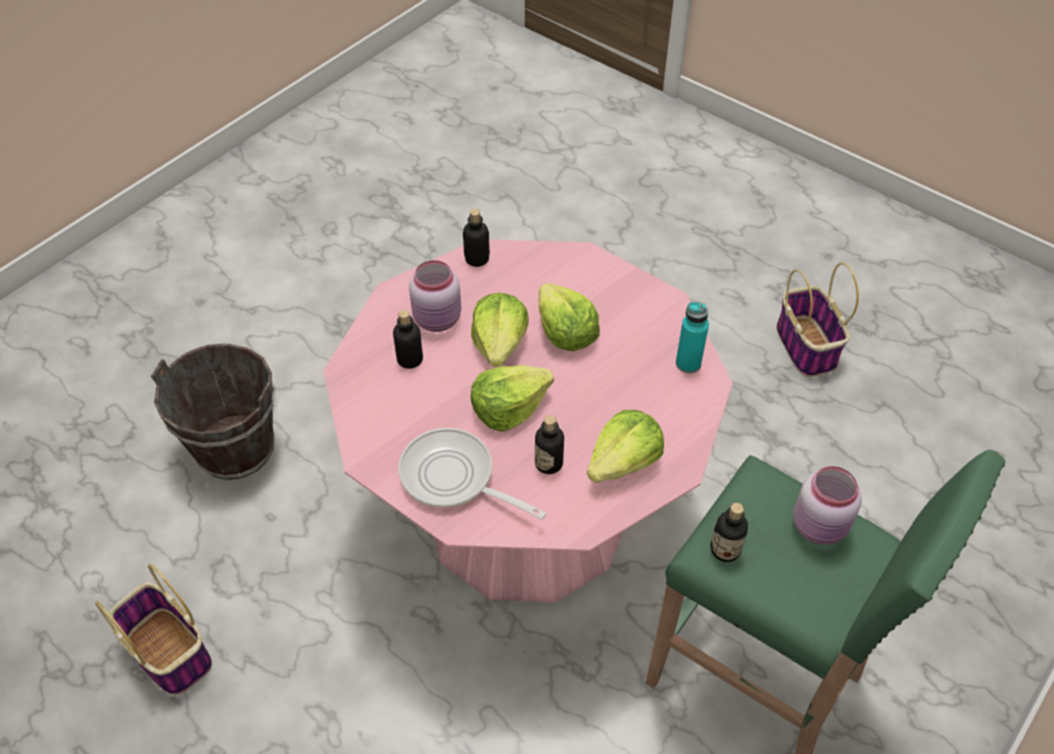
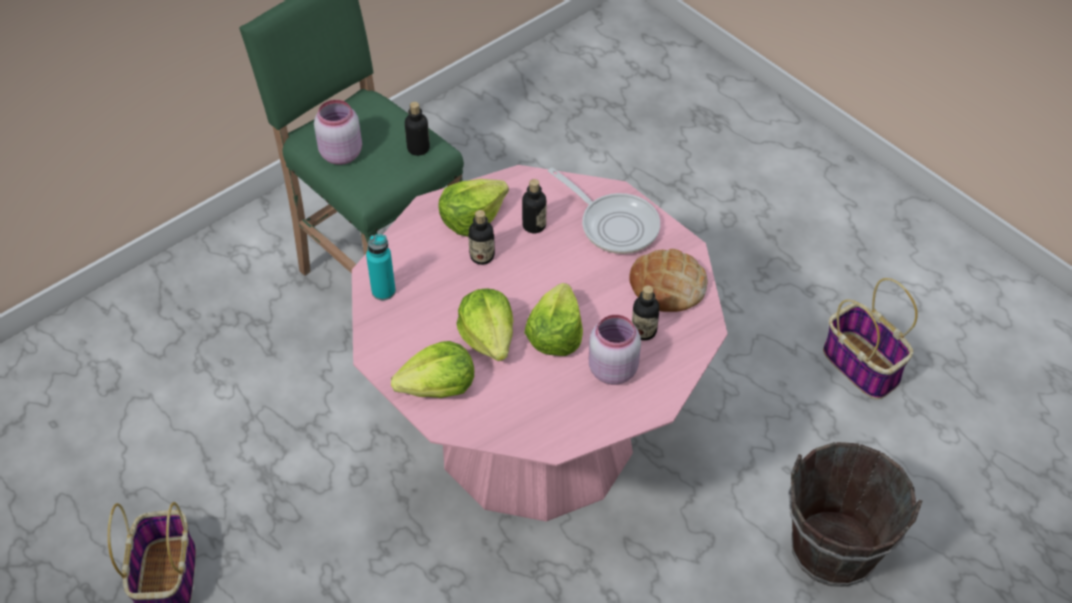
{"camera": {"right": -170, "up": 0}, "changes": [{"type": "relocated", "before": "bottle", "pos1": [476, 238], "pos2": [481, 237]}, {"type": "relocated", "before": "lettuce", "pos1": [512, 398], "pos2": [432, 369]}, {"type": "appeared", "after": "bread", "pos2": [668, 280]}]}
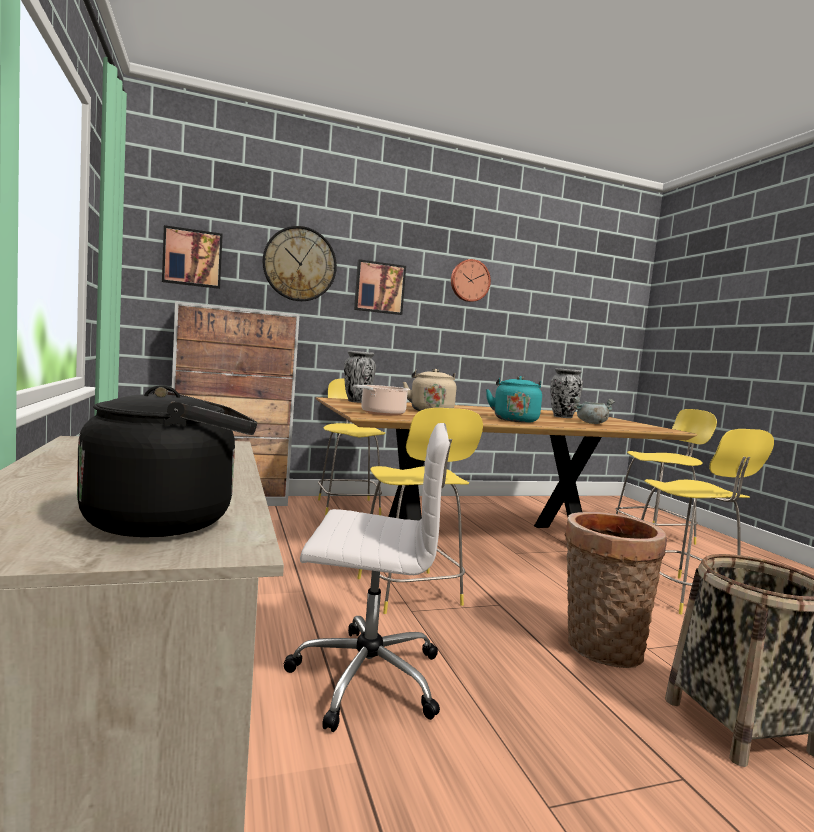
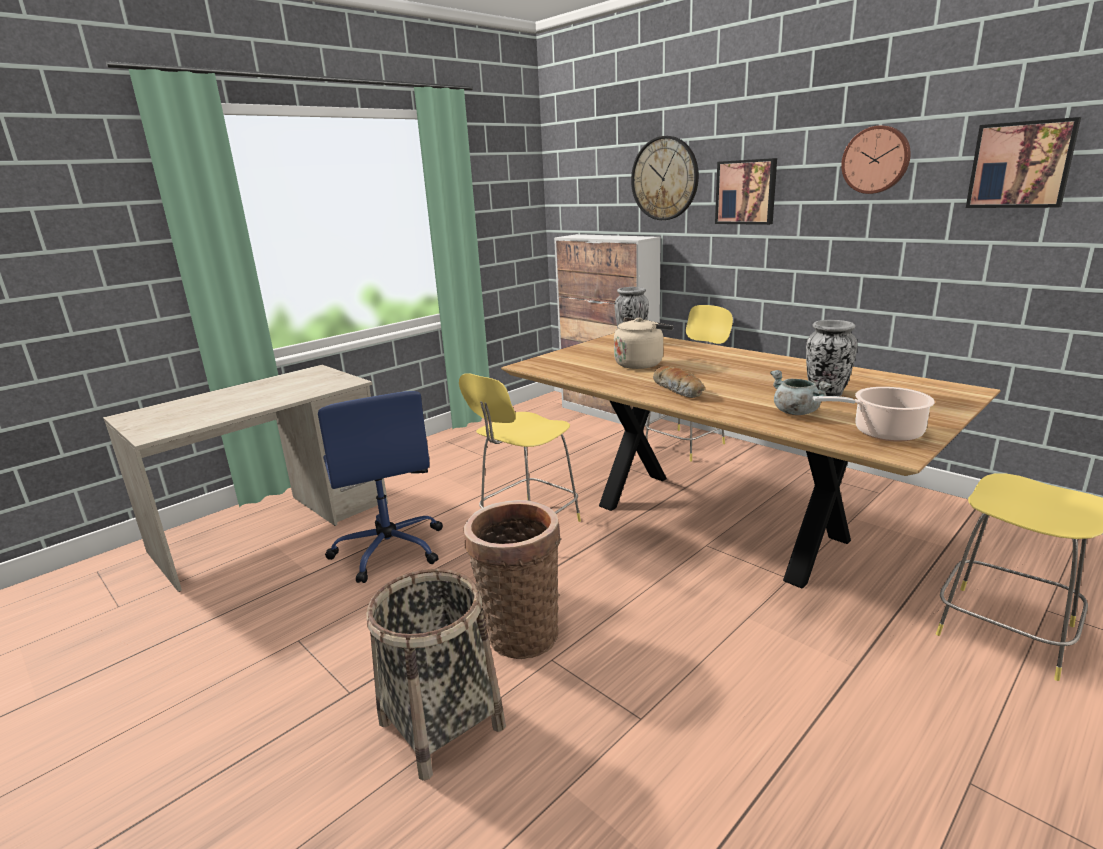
{"camera": {"right": 65, "up": 15}, "changes": [{"type": "missing", "before": "black kettle", "pos1": [167, 461]}, {"type": "relocated", "before": "picture", "pos1": [192, 257], "pos2": [1023, 162]}, {"type": "colour", "before": "white office chair", "after": "blue office chair", "pos1": [366, 577], "pos2": [380, 487]}, {"type": "relocated", "before": "cooking pot", "pos1": [381, 400], "pos2": [874, 414]}, {"type": "exchanged", "before": "turquoise kettle", "after": "bread", "pos1": [514, 399], "pos2": [679, 382]}, {"type": "missing", "before": "yellow stool", "pos1": [707, 522]}]}
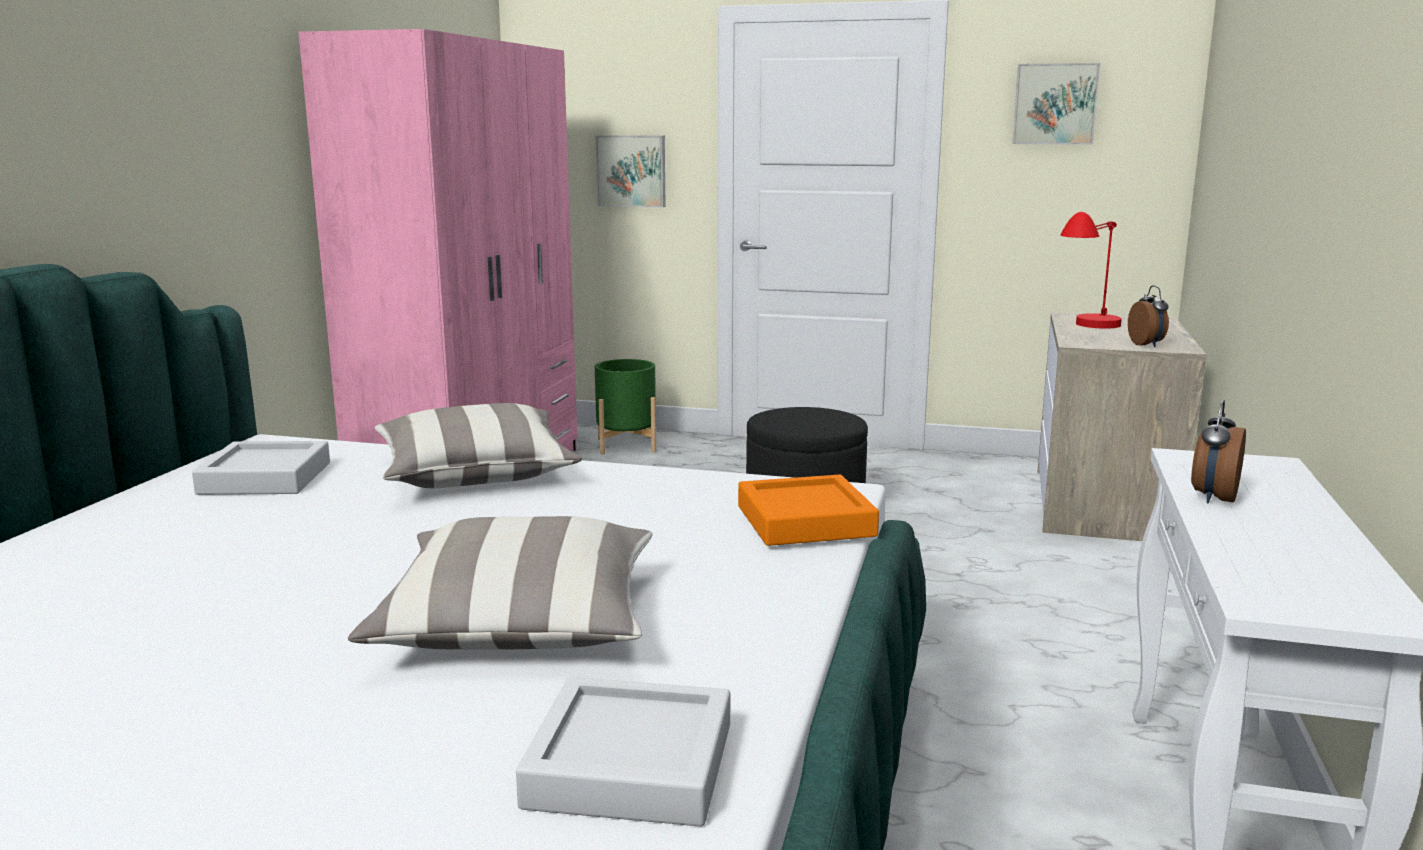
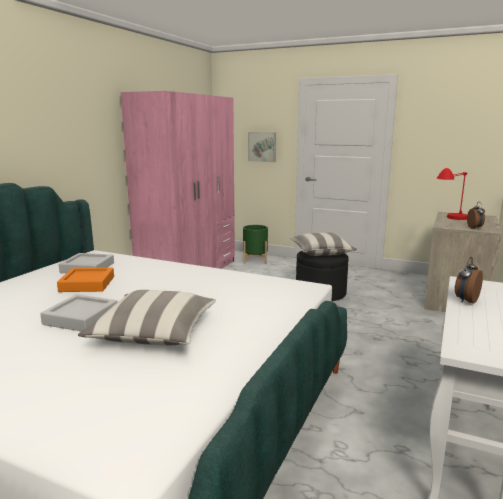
{"camera": {"right": 10, "up": 0}, "changes": [{"type": "relocated", "before": "pillow", "pos1": [478, 445], "pos2": [323, 244]}, {"type": "relocated", "before": "grey tray", "pos1": [623, 752], "pos2": [78, 312]}, {"type": "relocated", "before": "orange tray", "pos1": [808, 510], "pos2": [85, 280]}, {"type": "missing", "before": "picture", "pos1": [1056, 104]}]}
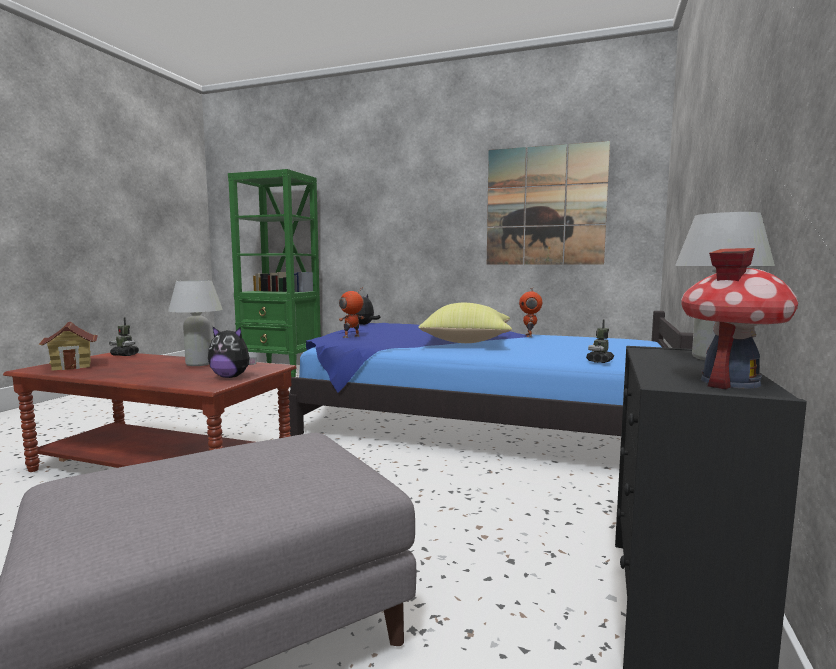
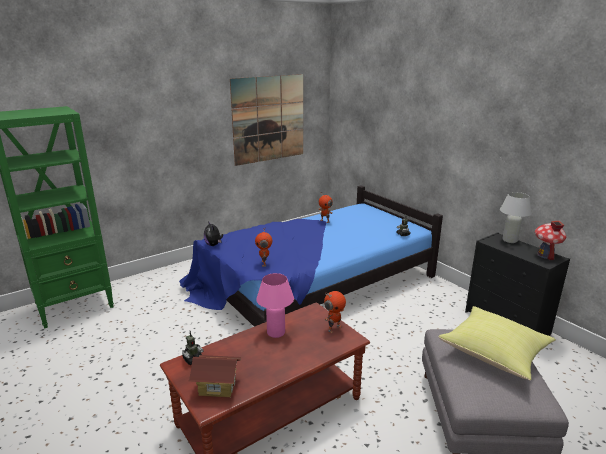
{"camera": {"right": -55, "up": 15}, "changes": [{"type": "colour", "before": "white table lamp", "after": "pink table lamp", "pos1": [195, 323], "pos2": [275, 305]}, {"type": "exchanged", "before": "plush toy", "after": "toy robot", "pos1": [232, 352], "pos2": [335, 312]}, {"type": "relocated", "before": "yellow pillow", "pos1": [465, 323], "pos2": [497, 343]}]}
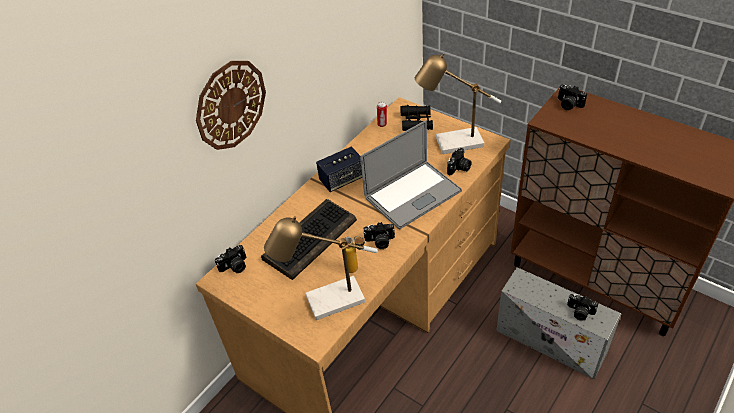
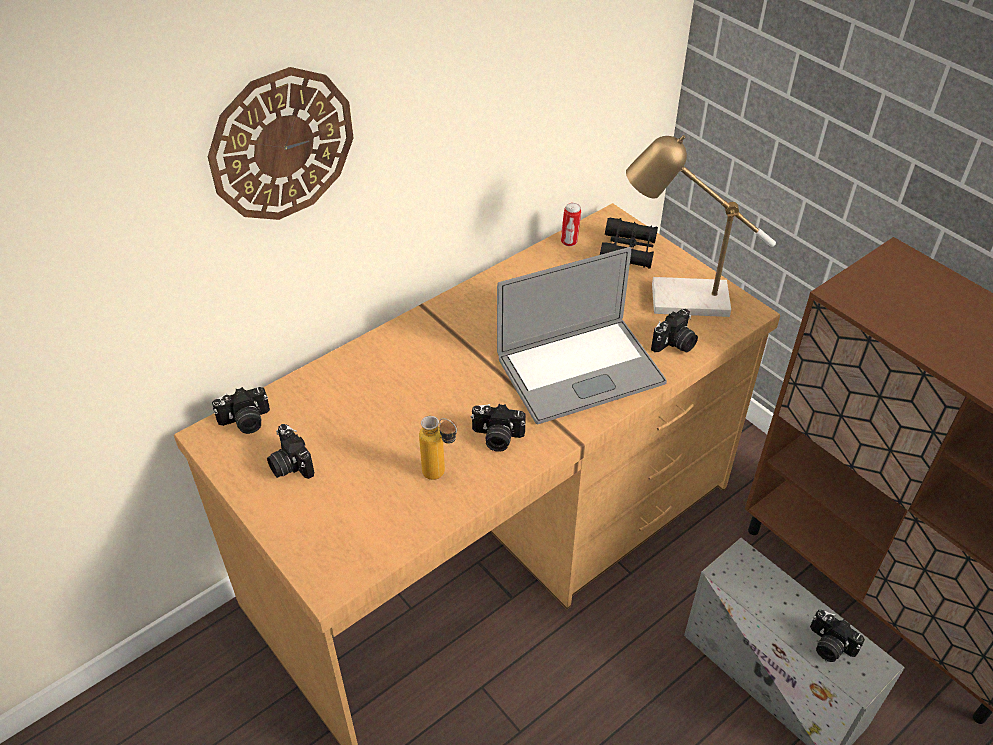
{"camera": {"right": 10, "up": 0}, "changes": [{"type": "missing", "before": "keyboard", "pos1": [309, 239]}, {"type": "missing", "before": "table lamp", "pos1": [321, 268]}, {"type": "missing", "before": "speaker", "pos1": [339, 169]}, {"type": "relocated", "before": "photo camera", "pos1": [572, 97], "pos2": [290, 451]}]}
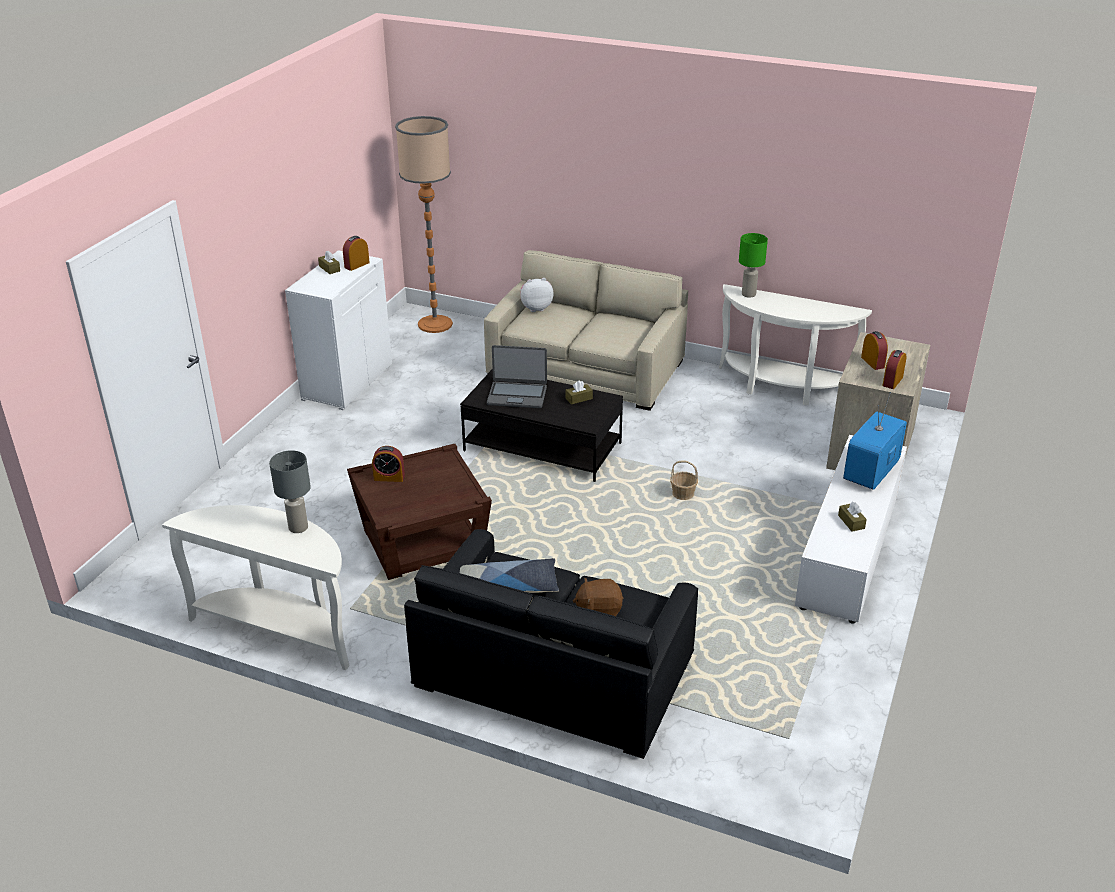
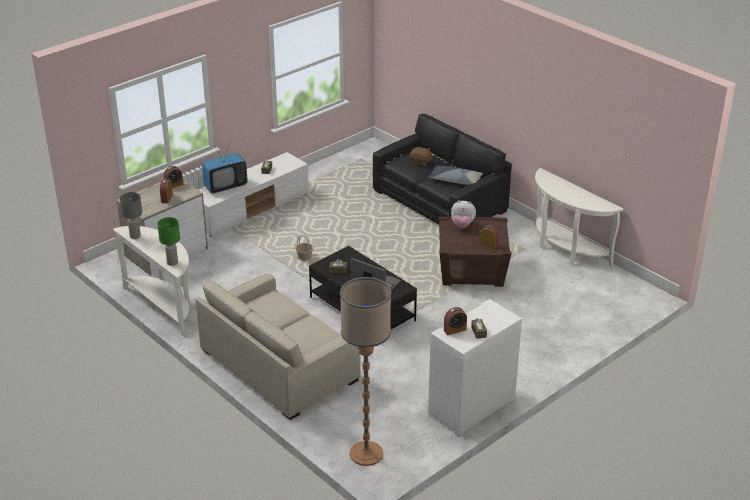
{"camera": {"right": -155, "up": 0}, "changes": [{"type": "relocated", "before": "grey table lamp", "pos1": [290, 491], "pos2": [131, 215]}, {"type": "relocated", "before": "plush toy", "pos1": [537, 295], "pos2": [463, 214]}]}
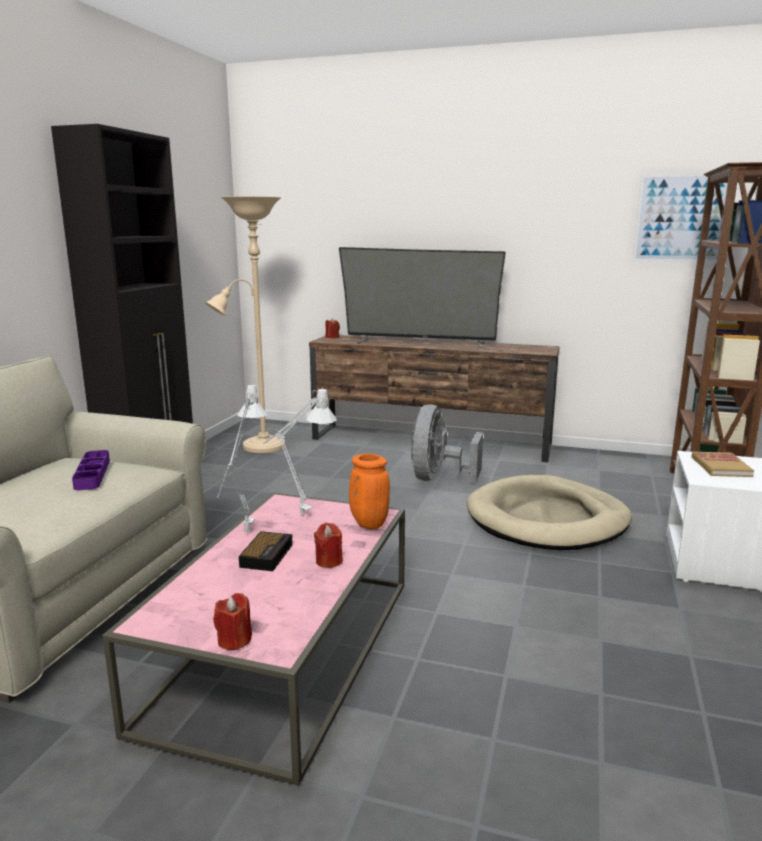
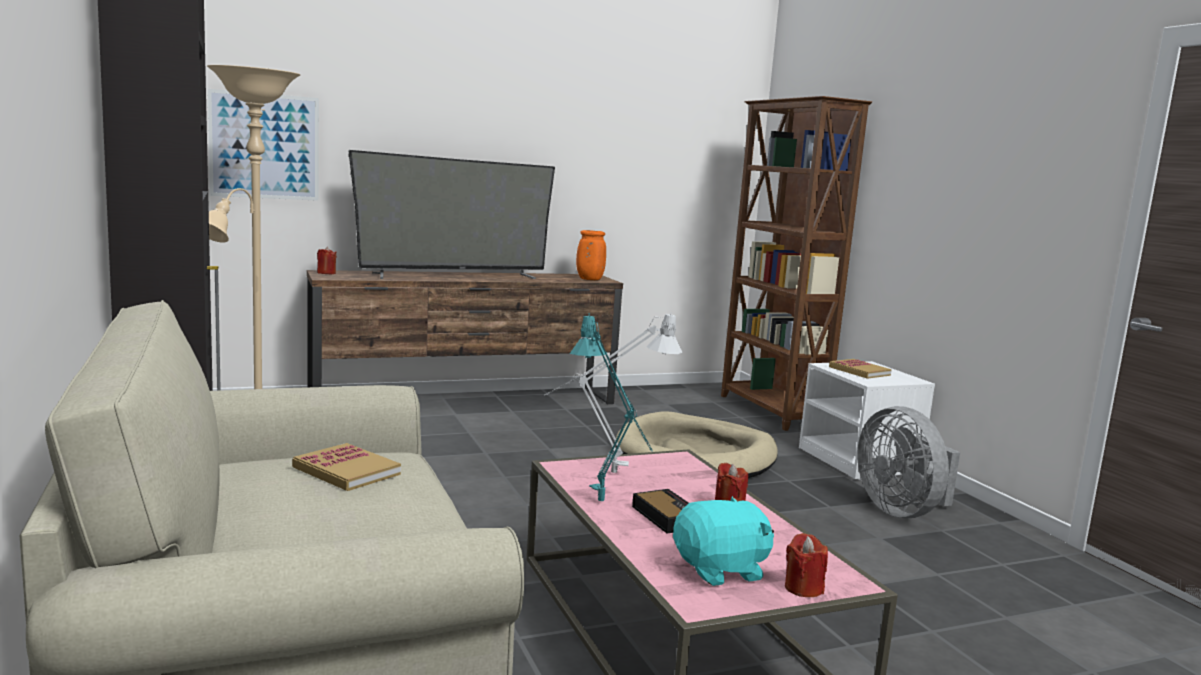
{"camera": {"right": -40, "up": -5}, "changes": [{"type": "exchanged", "before": "purple tray", "after": "book", "pos1": [91, 470], "pos2": [346, 467]}, {"type": "colour", "before": "grey table lamp", "after": "turquoise table lamp", "pos1": [242, 457], "pos2": [611, 407]}, {"type": "relocated", "before": "orange vase", "pos1": [369, 491], "pos2": [591, 255]}, {"type": "relocated", "before": "grey fan", "pos1": [447, 443], "pos2": [908, 462]}, {"type": "relocated", "before": "picture", "pos1": [680, 218], "pos2": [263, 145]}, {"type": "appeared", "after": "turquoise plush toy", "pos2": [723, 541]}]}
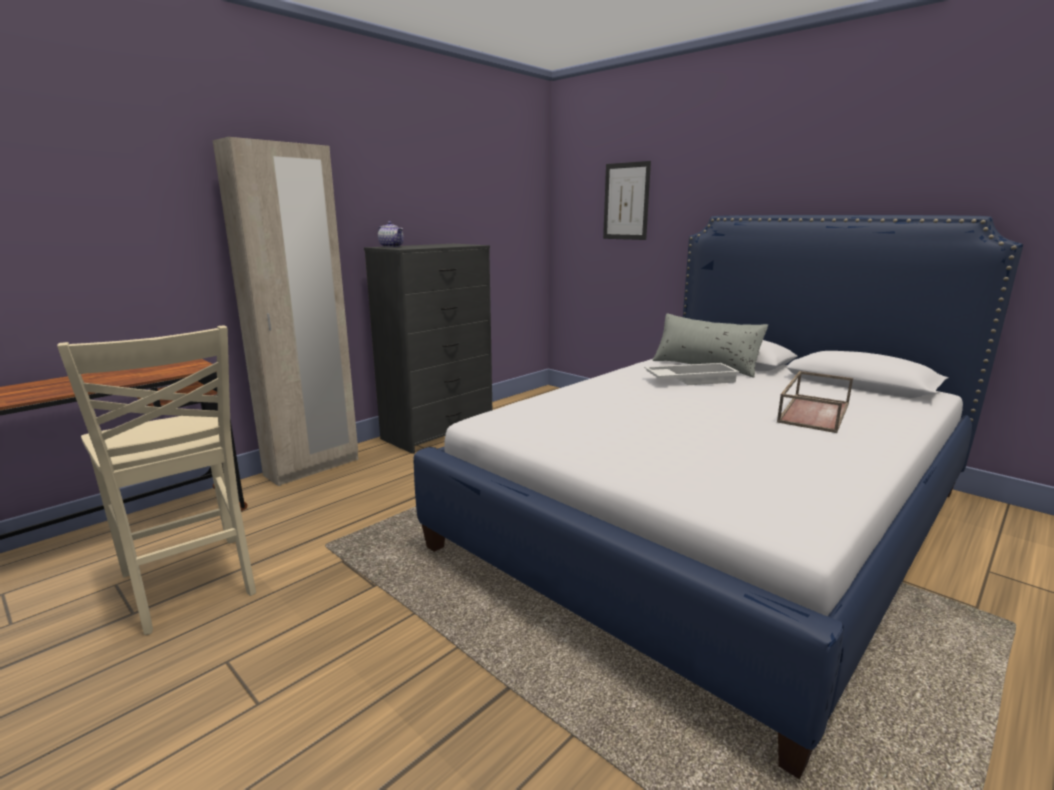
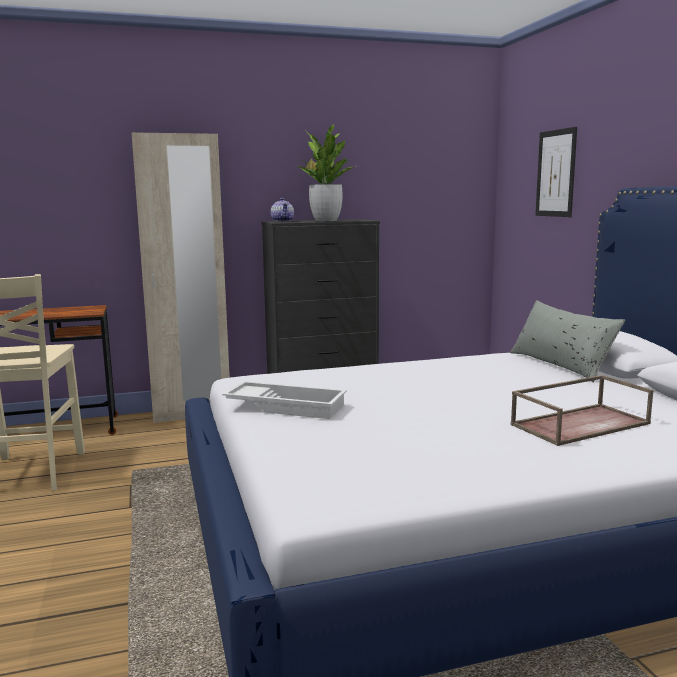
{"camera": {"right": 30, "up": -5}, "changes": [{"type": "relocated", "before": "white tray", "pos1": [692, 374], "pos2": [284, 400]}, {"type": "appeared", "after": "potted plant", "pos2": [326, 172]}]}
